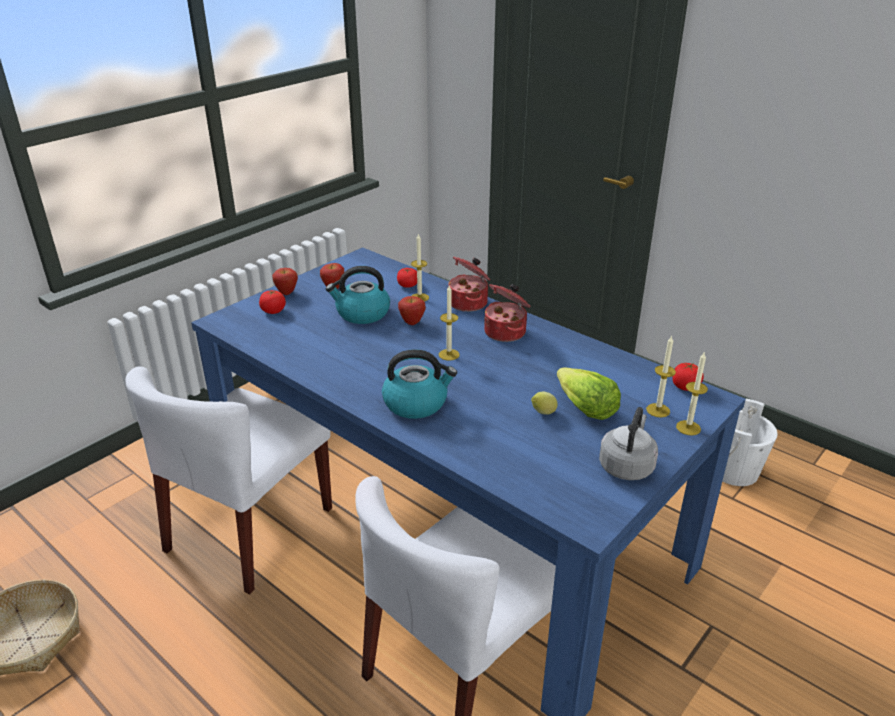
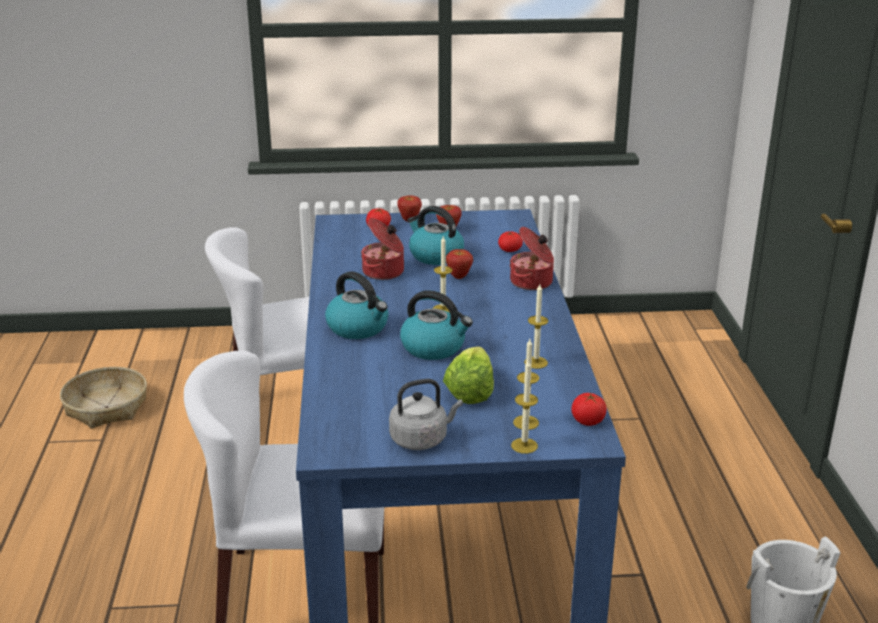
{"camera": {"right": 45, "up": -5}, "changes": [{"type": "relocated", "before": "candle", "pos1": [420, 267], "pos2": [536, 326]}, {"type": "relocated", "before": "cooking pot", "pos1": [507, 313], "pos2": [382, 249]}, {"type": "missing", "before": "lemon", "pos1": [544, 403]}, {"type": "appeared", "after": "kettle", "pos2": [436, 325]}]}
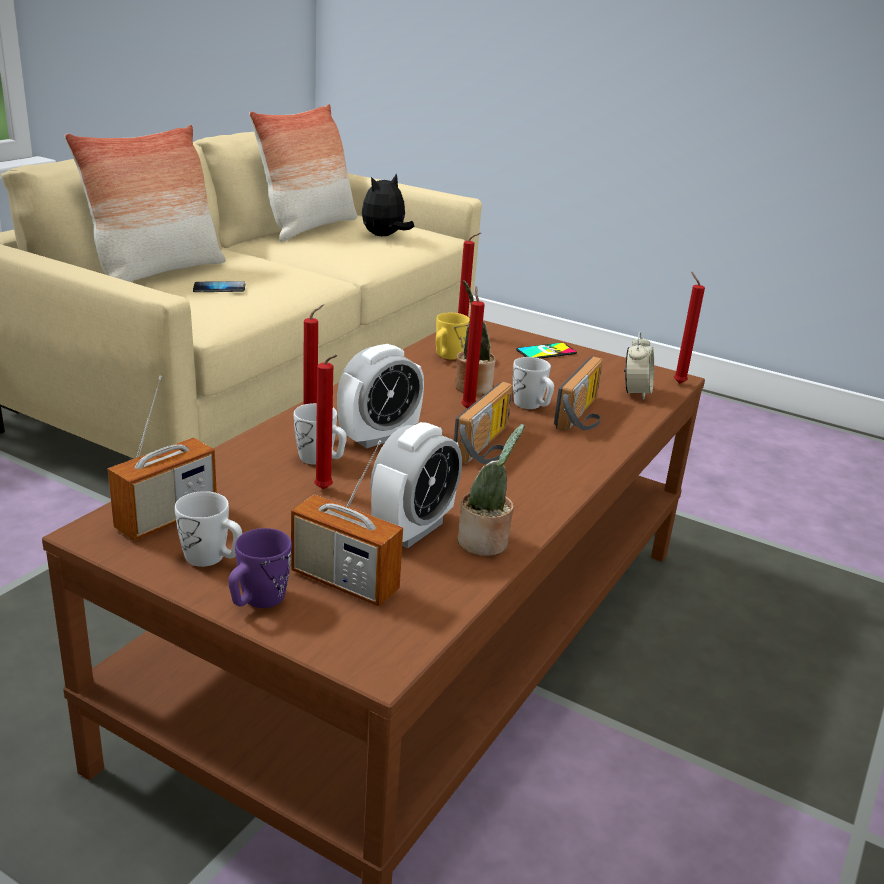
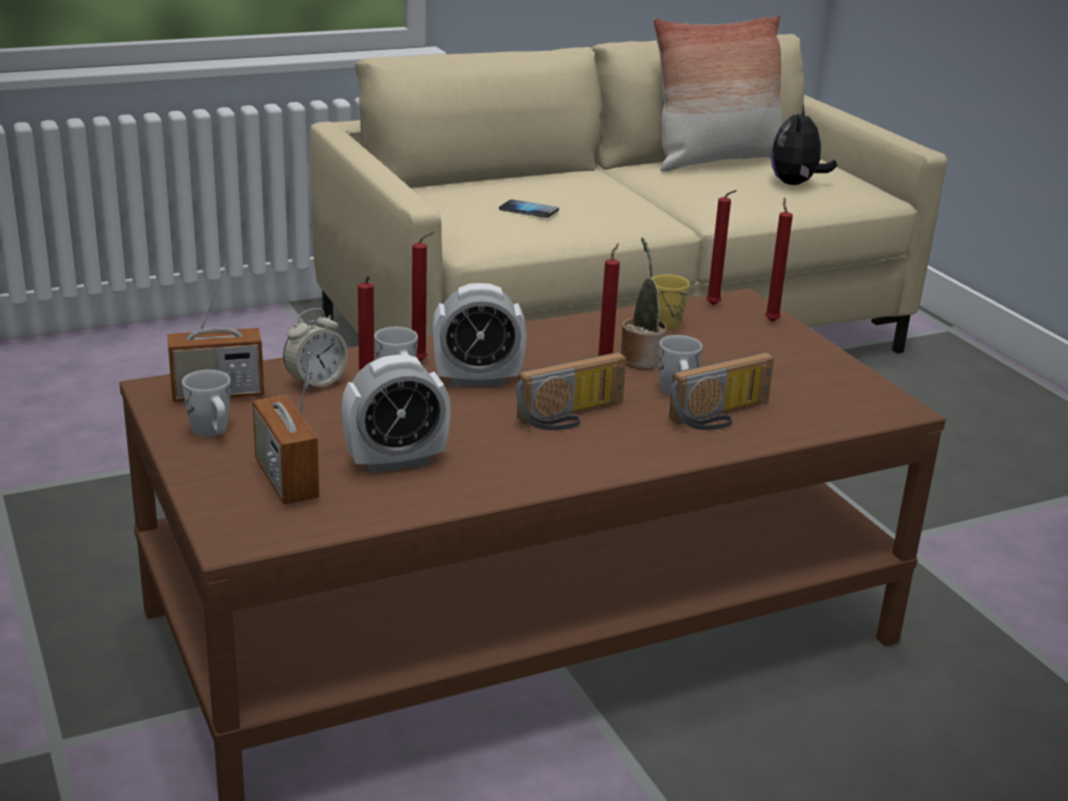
{"camera": {"right": 35, "up": 0}, "changes": [{"type": "missing", "before": "pillow", "pos1": [145, 203]}, {"type": "missing", "before": "purple mug", "pos1": [260, 568]}, {"type": "spun", "before": "plush toy", "pos1": [388, 204], "pos2": [804, 145], "turn": -60}, {"type": "missing", "before": "potted plant", "pos1": [491, 490]}, {"type": "missing", "before": "phone", "pos1": [546, 351]}, {"type": "relocated", "before": "alarm clock", "pos1": [639, 366], "pos2": [315, 349]}, {"type": "relocated", "before": "red candle", "pos1": [689, 328], "pos2": [779, 259]}]}
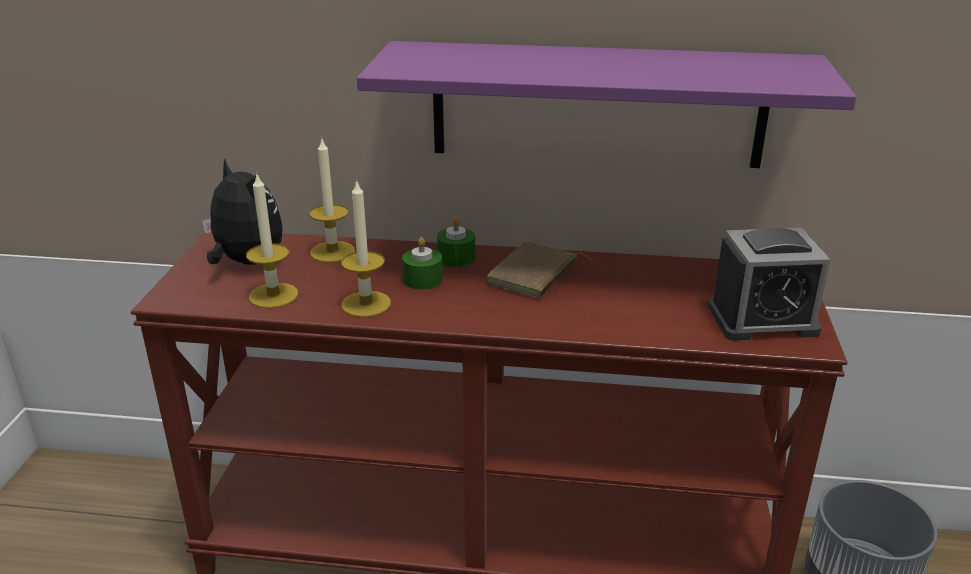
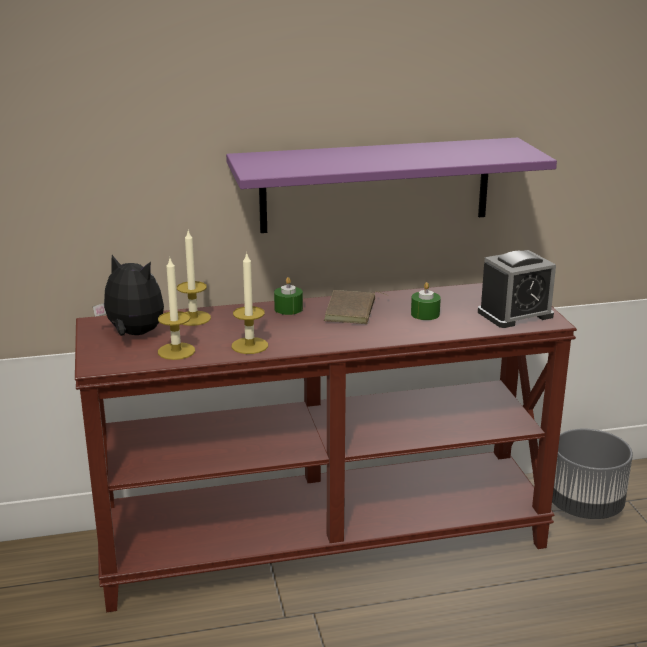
{"camera": {"right": -20, "up": -5}, "changes": [{"type": "relocated", "before": "green candle", "pos1": [422, 263], "pos2": [426, 301]}]}
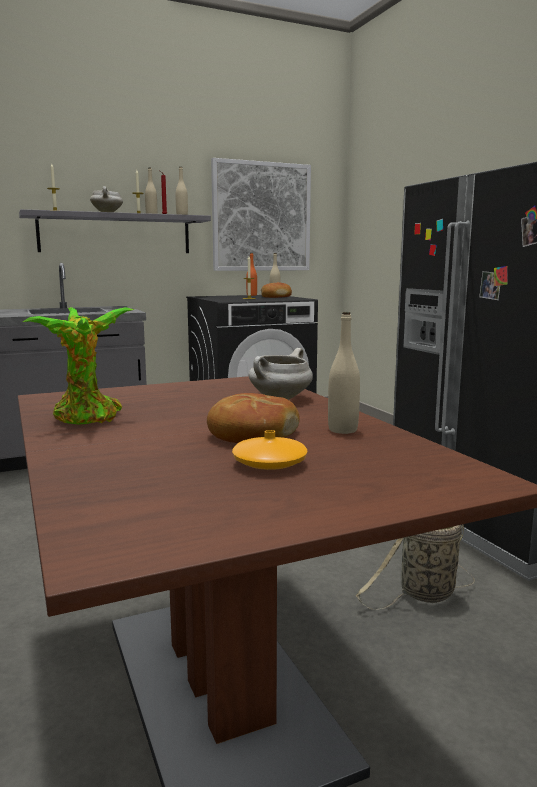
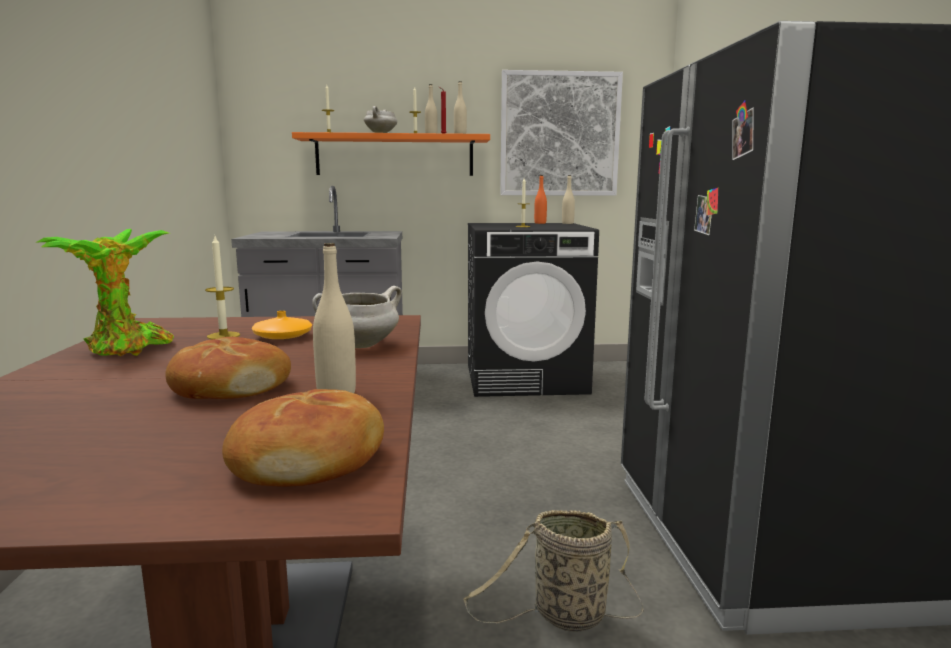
{"camera": {"right": 20, "up": 0}, "changes": [{"type": "colour", "before": "grey shelf", "after": "orange shelf", "pos1": [115, 231], "pos2": [391, 154]}, {"type": "relocated", "before": "orange vase", "pos1": [270, 450], "pos2": [282, 325]}, {"type": "relocated", "before": "bread", "pos1": [276, 290], "pos2": [303, 438]}, {"type": "appeared", "after": "candle", "pos2": [222, 287]}]}
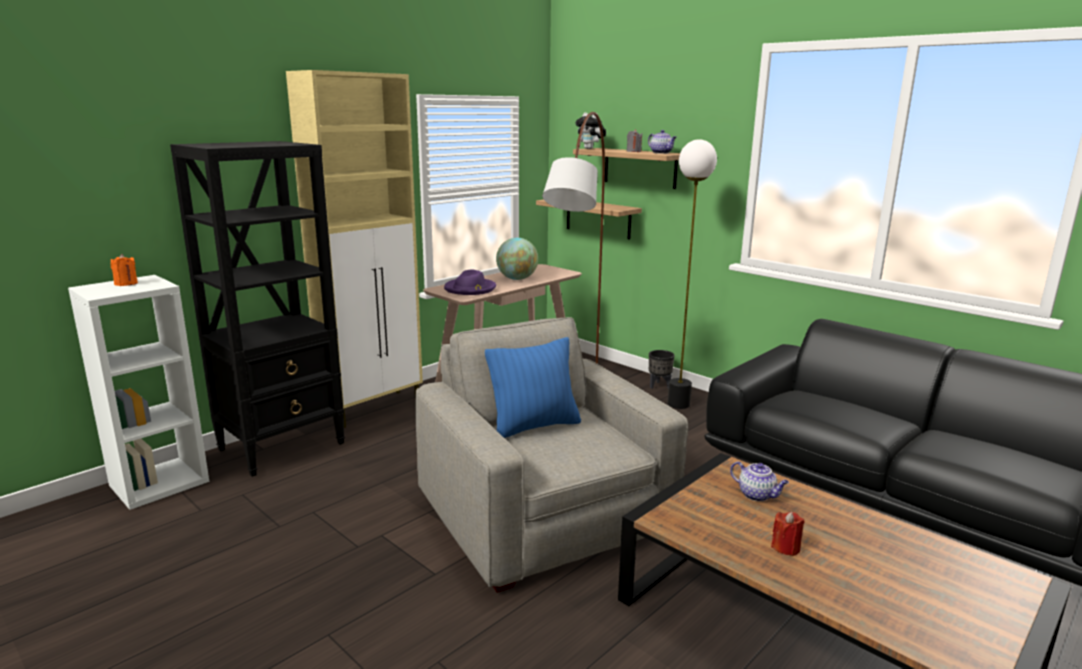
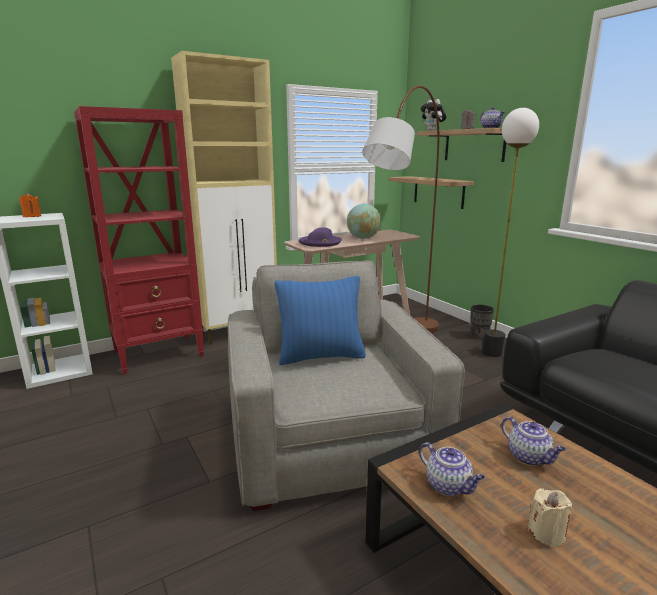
{"camera": {"right": 15, "up": 0}, "changes": [{"type": "colour", "before": "black bookcase", "after": "red bookcase", "pos1": [257, 309], "pos2": [139, 240]}, {"type": "colour", "before": "red candle", "after": "beige candle", "pos1": [788, 534], "pos2": [549, 517]}, {"type": "appeared", "after": "teapot", "pos2": [452, 469]}]}
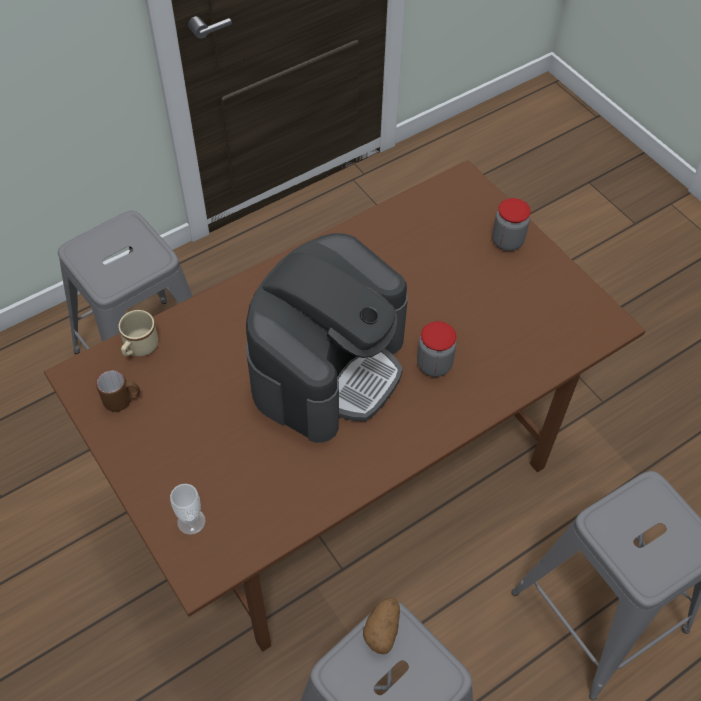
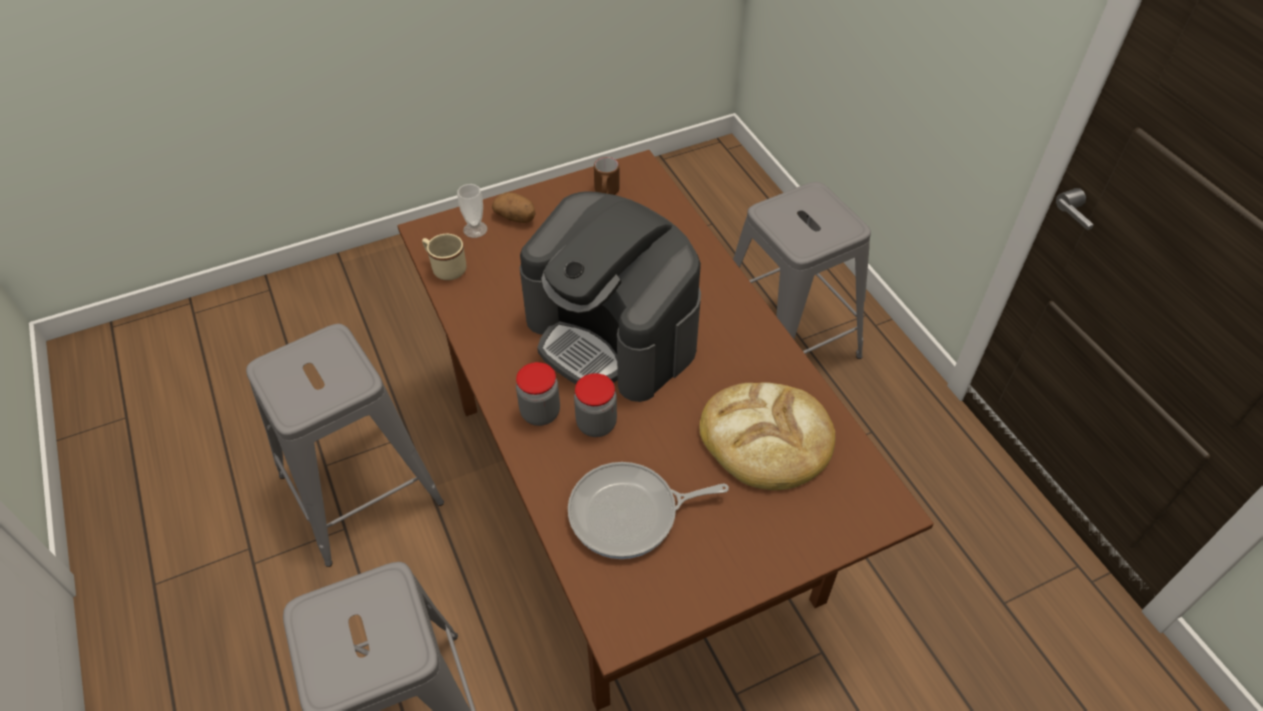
{"camera": {"right": 100, "up": -5}, "changes": [{"type": "relocated", "before": "beige mug", "pos1": [138, 333], "pos2": [444, 257]}, {"type": "relocated", "before": "potato", "pos1": [381, 625], "pos2": [514, 207]}, {"type": "relocated", "before": "jar", "pos1": [511, 224], "pos2": [538, 394]}, {"type": "appeared", "after": "frying pan", "pos2": [648, 510]}, {"type": "appeared", "after": "bread", "pos2": [767, 436]}]}
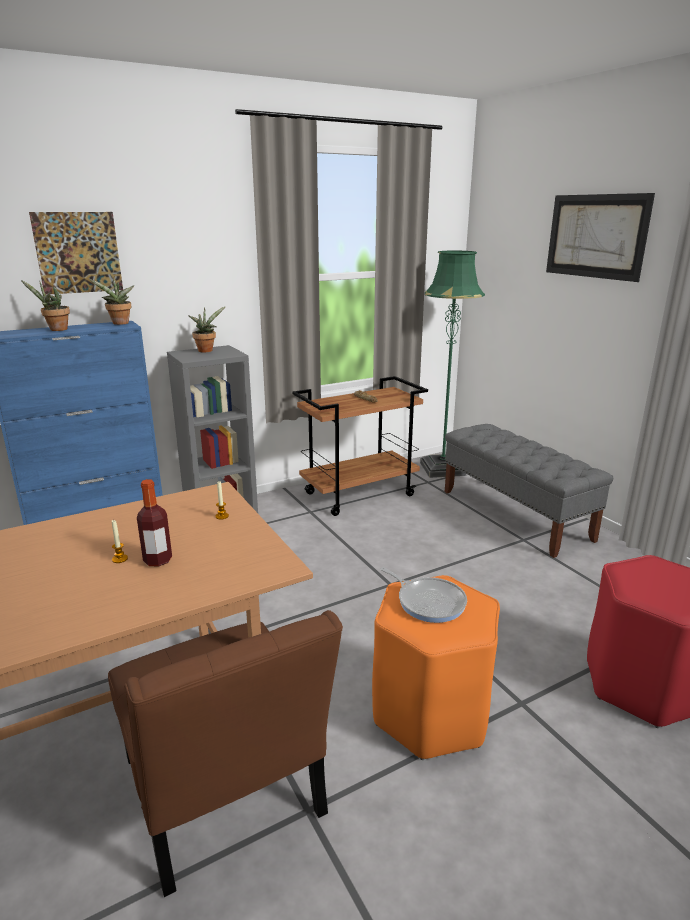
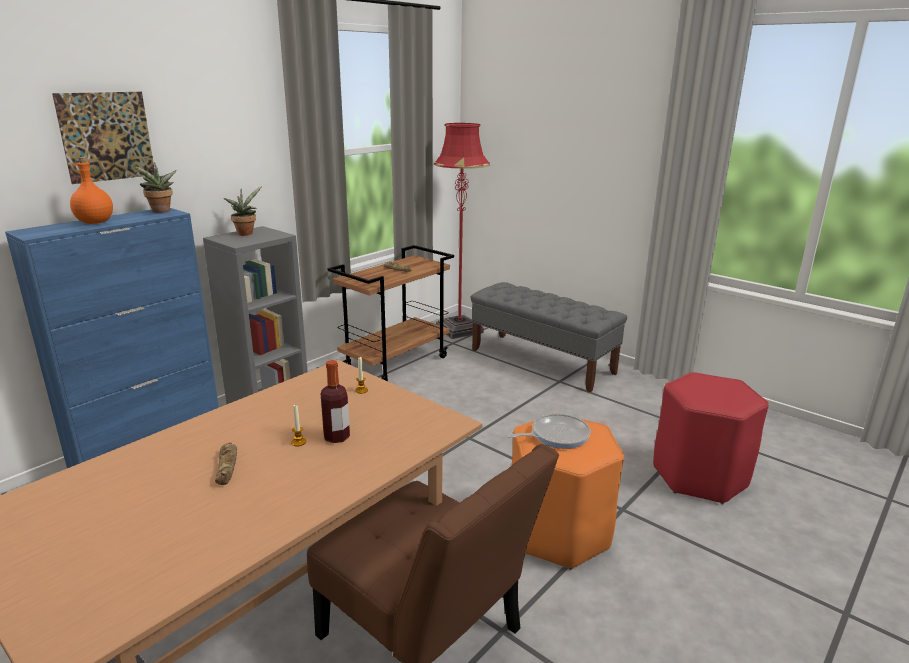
{"camera": {"right": -20, "up": 0}, "changes": [{"type": "exchanged", "before": "potted plant", "after": "orange bottle", "pos1": [45, 305], "pos2": [91, 190]}, {"type": "spun", "before": "frying pan", "pos1": [423, 595], "pos2": [549, 431], "turn": -45}, {"type": "colour", "before": "green floor lamp", "after": "red floor lamp", "pos1": [452, 364], "pos2": [462, 231]}, {"type": "missing", "before": "picture", "pos1": [600, 237]}, {"type": "appeared", "after": "bread", "pos2": [226, 463]}]}
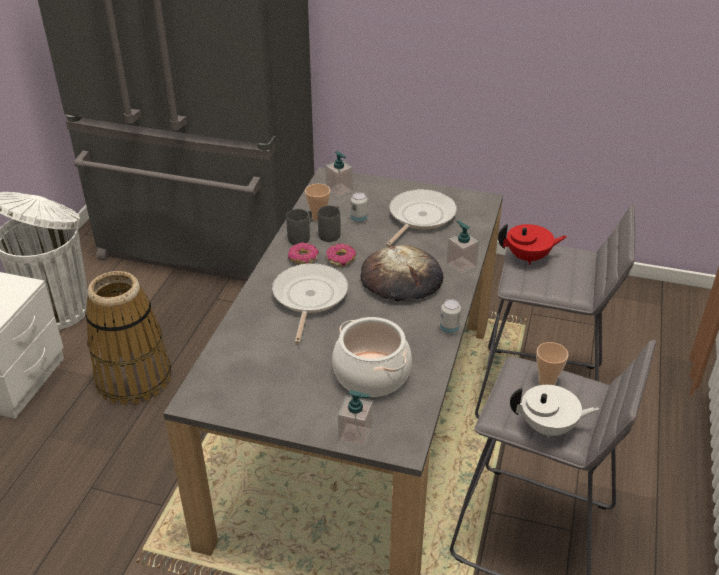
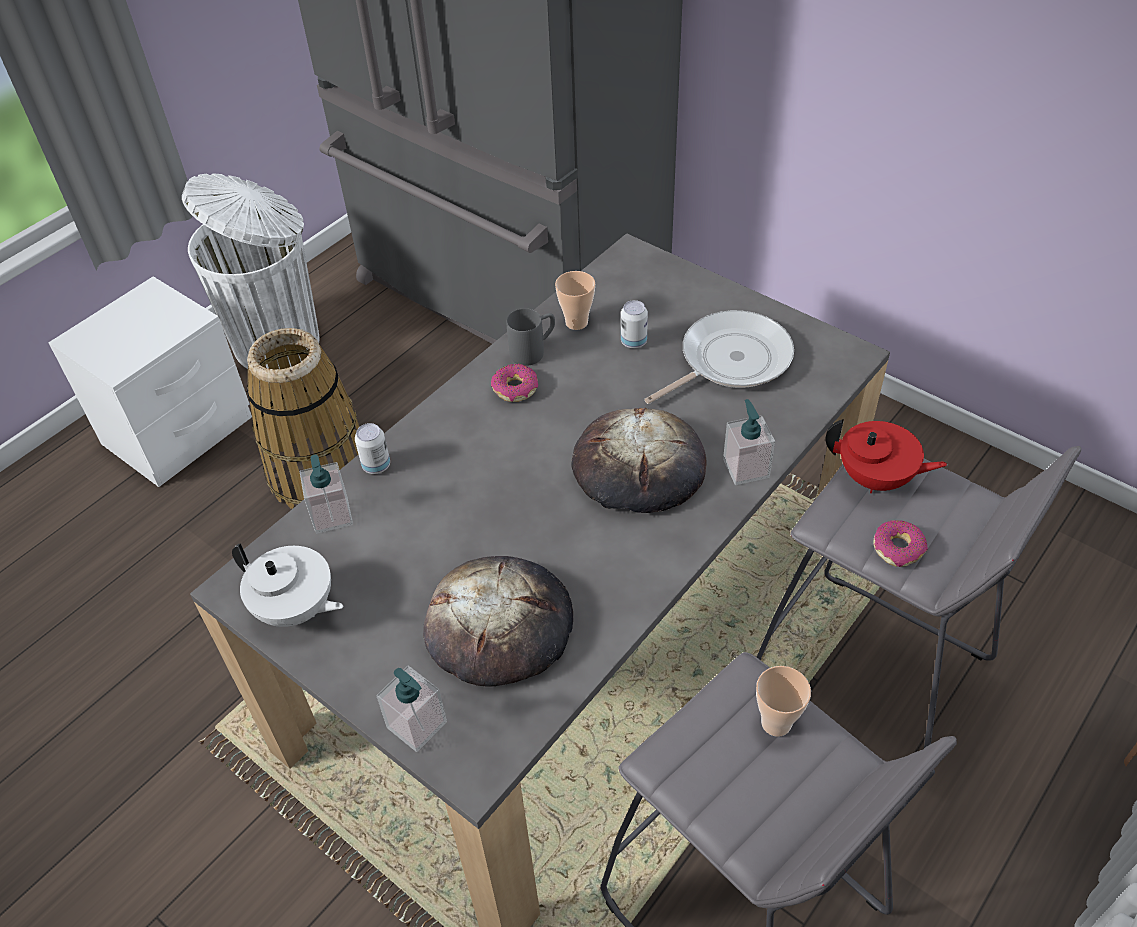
{"camera": {"right": 25, "up": 10}, "changes": [{"type": "missing", "before": "frying pan", "pos1": [310, 303]}, {"type": "missing", "before": "grey mug", "pos1": [329, 223]}, {"type": "relocated", "before": "soap dispenser", "pos1": [339, 174], "pos2": [326, 494]}, {"type": "relocated", "before": "donut", "pos1": [341, 255], "pos2": [901, 543]}, {"type": "exchanged", "before": "cooking pot", "after": "bread", "pos1": [372, 357], "pos2": [498, 621]}, {"type": "relocated", "before": "can", "pos1": [450, 316], "pos2": [372, 448]}, {"type": "relocated", "before": "white teapot", "pos1": [554, 412], "pos2": [288, 585]}]}
